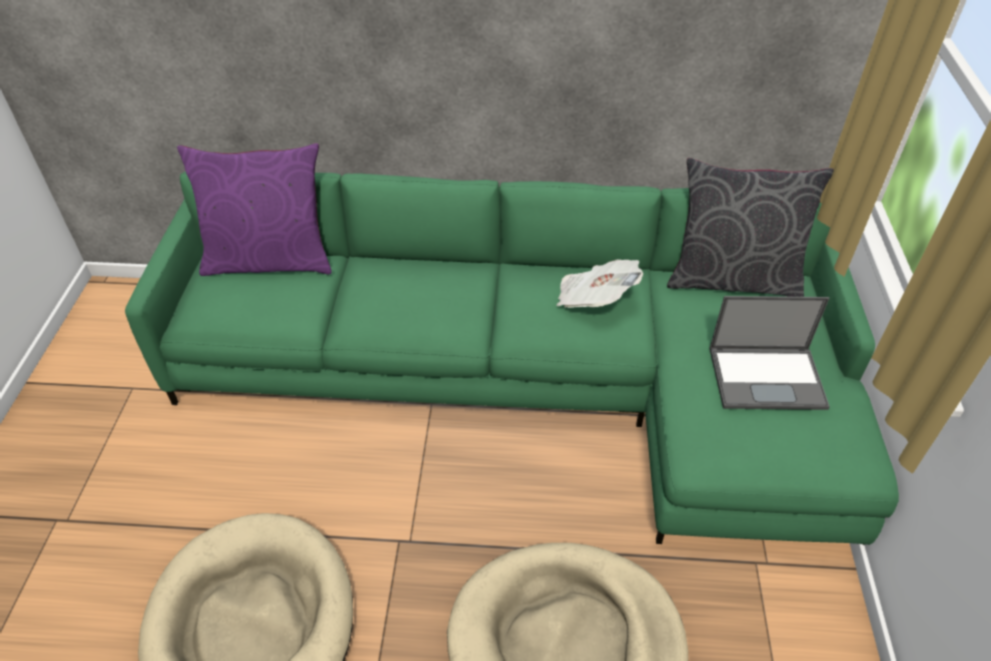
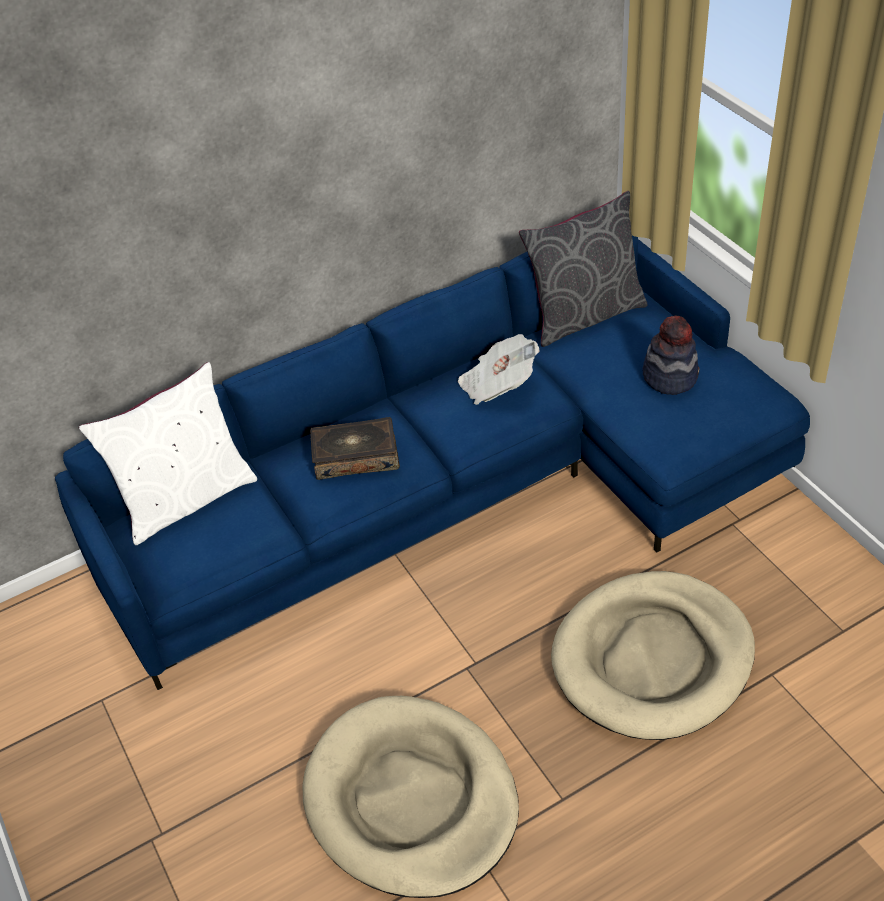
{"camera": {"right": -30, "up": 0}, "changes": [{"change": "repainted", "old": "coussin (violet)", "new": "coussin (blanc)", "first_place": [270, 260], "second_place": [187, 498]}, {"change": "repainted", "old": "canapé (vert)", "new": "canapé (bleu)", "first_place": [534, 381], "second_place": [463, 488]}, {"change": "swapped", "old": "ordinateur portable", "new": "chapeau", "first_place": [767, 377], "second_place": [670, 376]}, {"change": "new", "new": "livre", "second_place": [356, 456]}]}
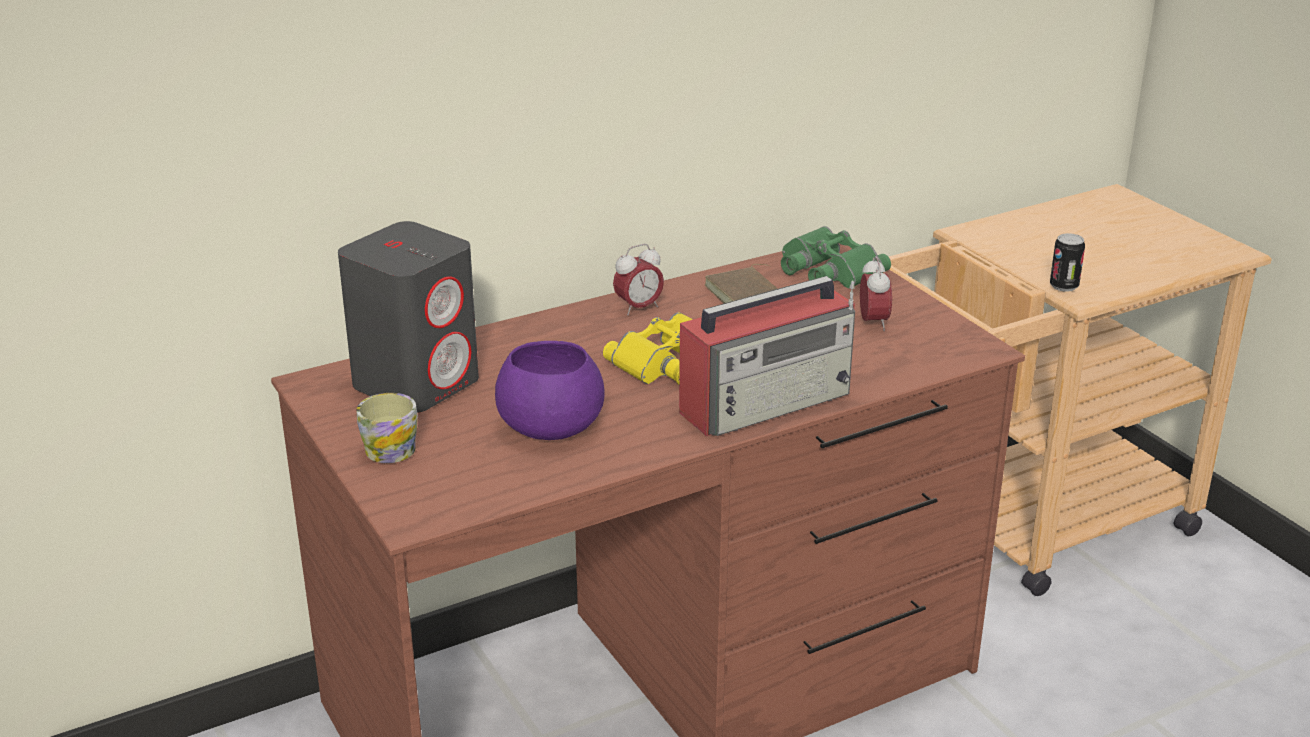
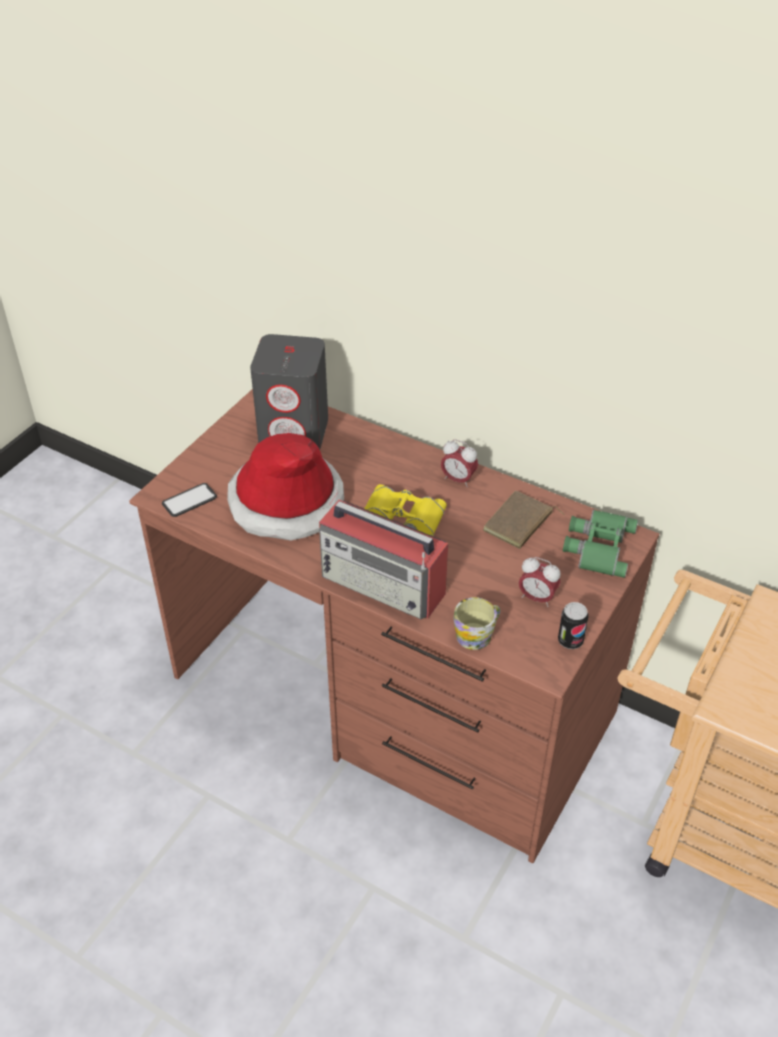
{"camera": {"right": 60, "up": 15}, "changes": [{"change": "shifted", "old": "boîte métallique", "first_place": [1064, 286], "second_place": [570, 641]}, {"change": "rotated", "old": "réveil", "first_place": [873, 323], "second_place": [537, 598], "degrees": 60}, {"change": "swapped", "old": "bol (violet)", "new": "chapeau", "first_place": [548, 425], "second_place": [286, 503]}, {"change": "shifted", "old": "mug", "first_place": [391, 447], "second_place": [478, 634]}, {"change": "new", "new": "téléphone", "second_place": [189, 500]}]}
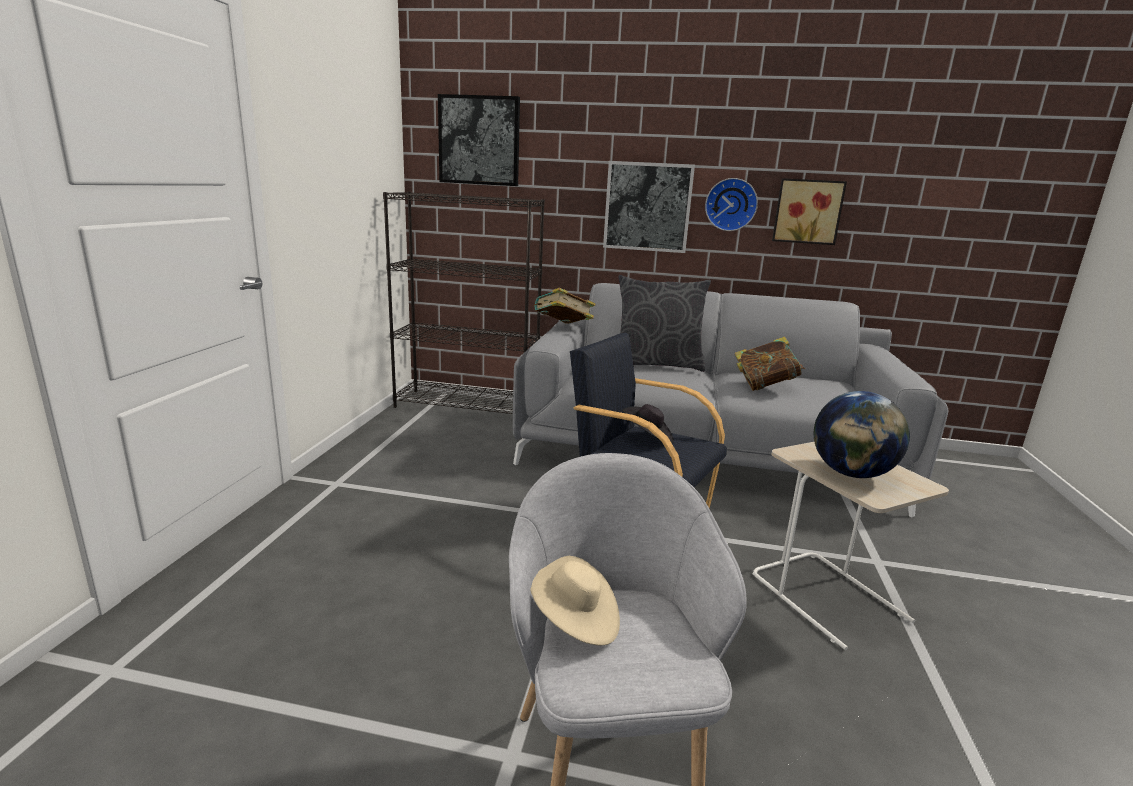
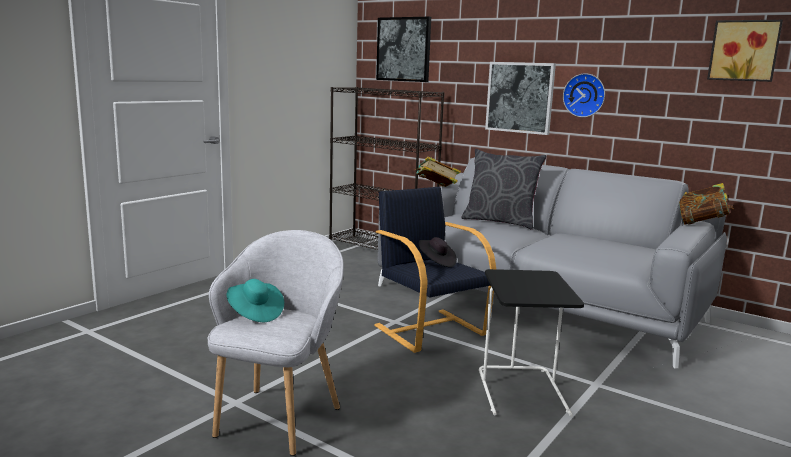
{"camera": {"right": 25, "up": -5}, "changes": [{"change": "shifted", "old": "tableau", "first_place": [807, 211], "second_place": [744, 50]}, {"change": "shifted", "old": "livre", "first_place": [765, 386], "second_place": [701, 223]}, {"change": "gone", "old": "globe", "first_place": [851, 473]}, {"change": "repainted", "old": "table d'appoint (beige)", "new": "table d'appoint (noir)", "first_place": [829, 597], "second_place": [523, 392]}, {"change": "repainted", "old": "chapeau (beige)", "new": "chapeau (turquoise)", "first_place": [573, 619], "second_place": [255, 313]}]}
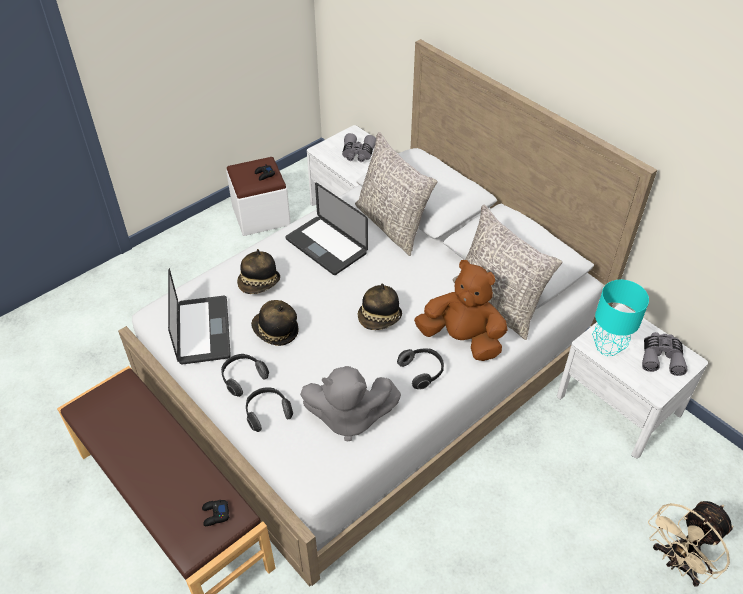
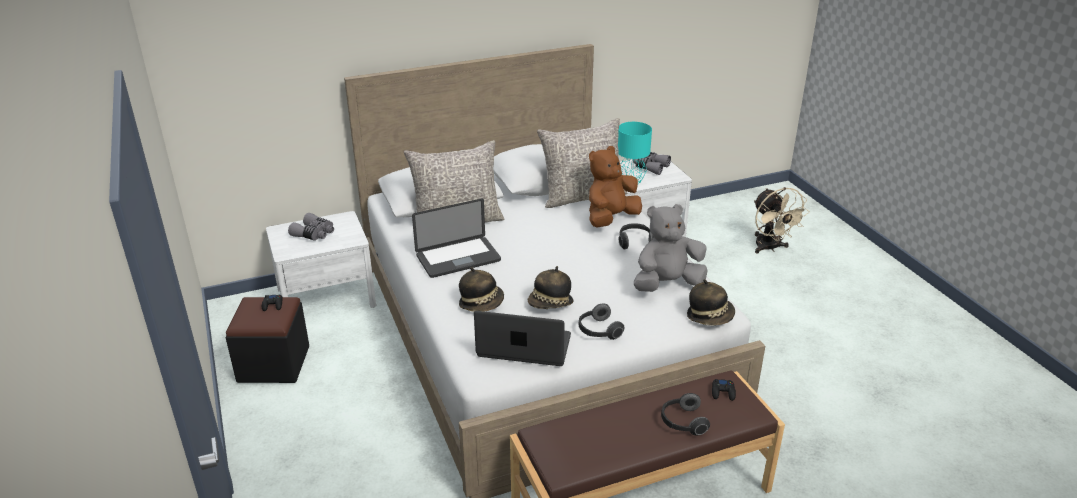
{"camera": {"right": -70, "up": -15}, "changes": [{"change": "repainted", "old": "pouf (blanc)", "new": "pouf (noir)", "first_place": [261, 215], "second_place": [274, 364]}, {"change": "shifted", "old": "chapeau", "first_place": [380, 318], "second_place": [710, 316]}, {"change": "rotated", "old": "peluche (gris)", "first_place": [348, 417], "second_place": [667, 284], "degrees": -135}, {"change": "shifted", "old": "casque audio", "first_place": [267, 413], "second_place": [682, 422]}]}
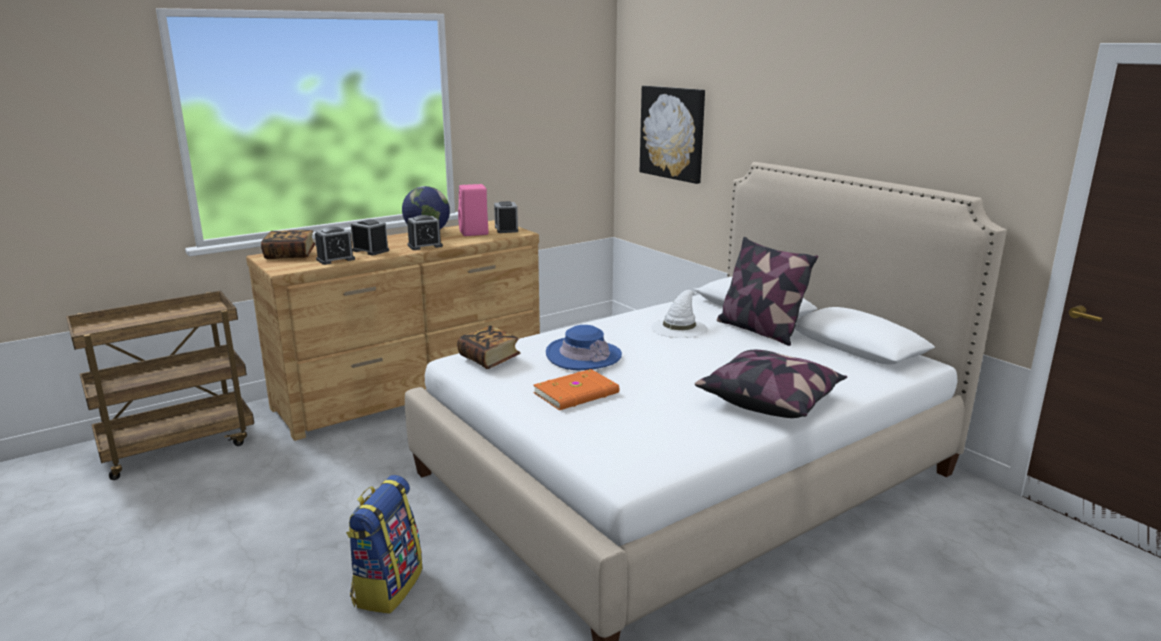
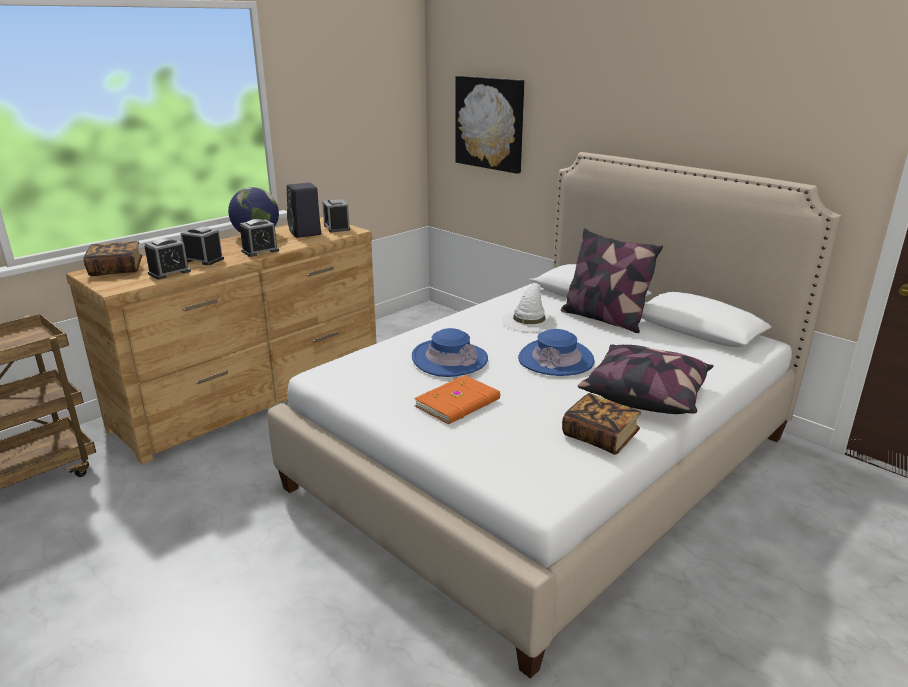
{"camera": {"right": -10, "up": 5}, "changes": [{"change": "repainted", "old": "enceinte (rose)", "new": "enceinte (noir)", "first_place": [474, 233], "second_place": [306, 233]}, {"change": "shifted", "old": "livre", "first_place": [489, 359], "second_place": [600, 437]}, {"change": "gone", "old": "sac à dos", "first_place": [387, 586]}, {"change": "new", "new": "chapeau (bleu)", "second_place": [556, 359]}]}
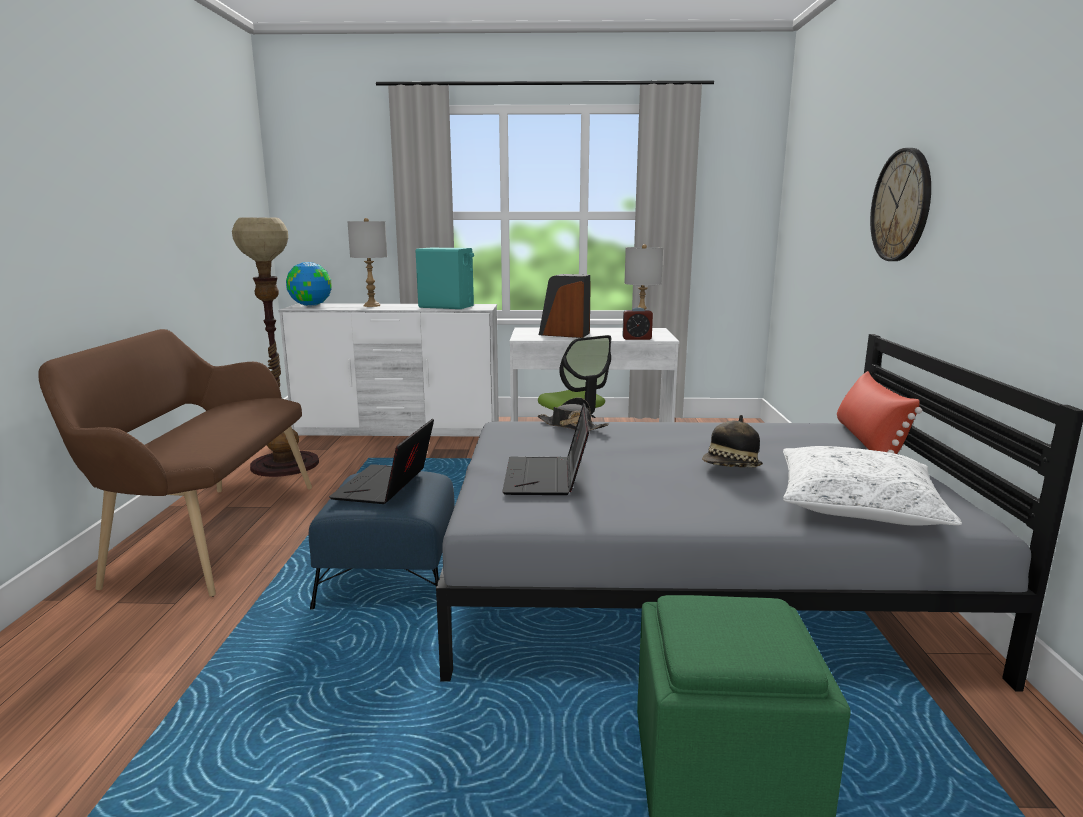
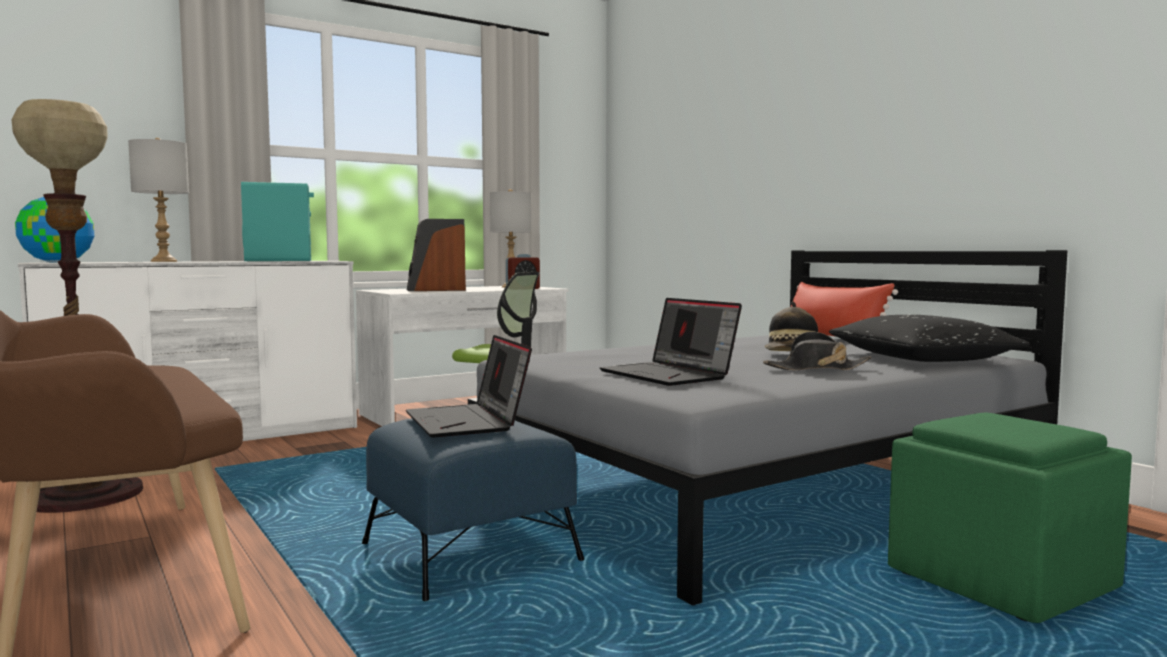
{"camera": {"right": -35, "up": -10}, "changes": [{"change": "gone", "old": "horloge murale", "first_place": [901, 205]}, {"change": "shifted", "old": "chapeau (noir)", "first_place": [571, 426], "second_place": [816, 368]}, {"change": "repainted", "old": "coussin (blanc)", "new": "coussin (noir)", "first_place": [857, 504], "second_place": [922, 358]}]}
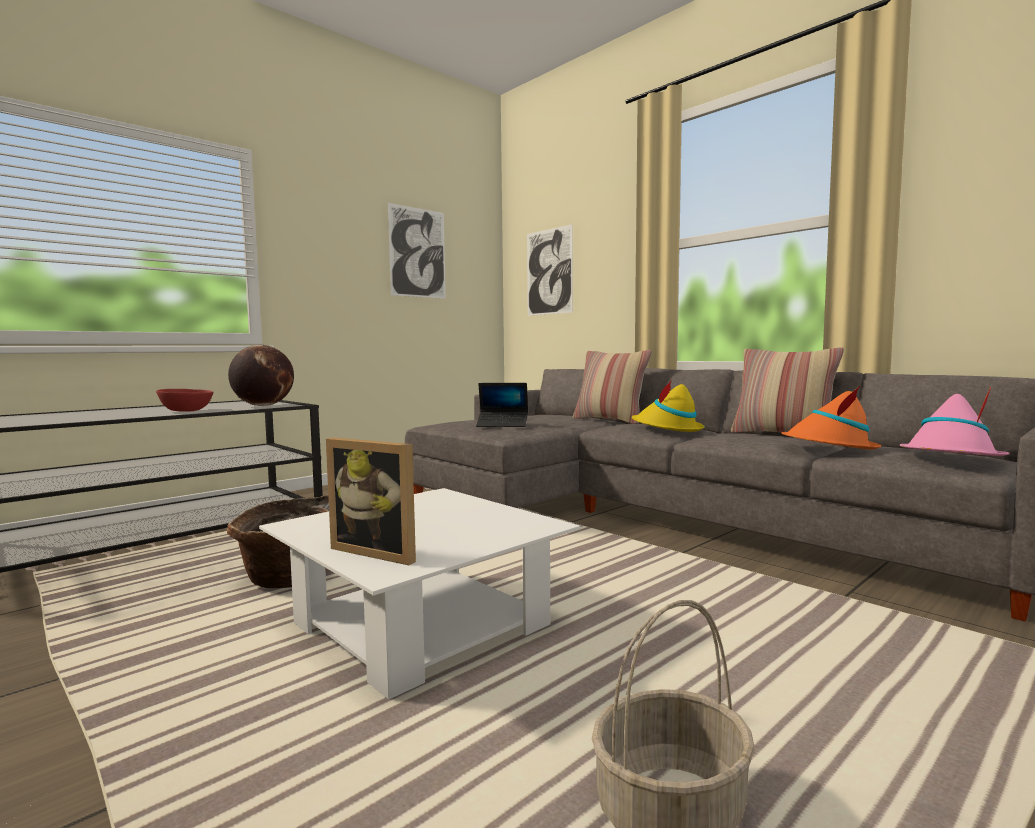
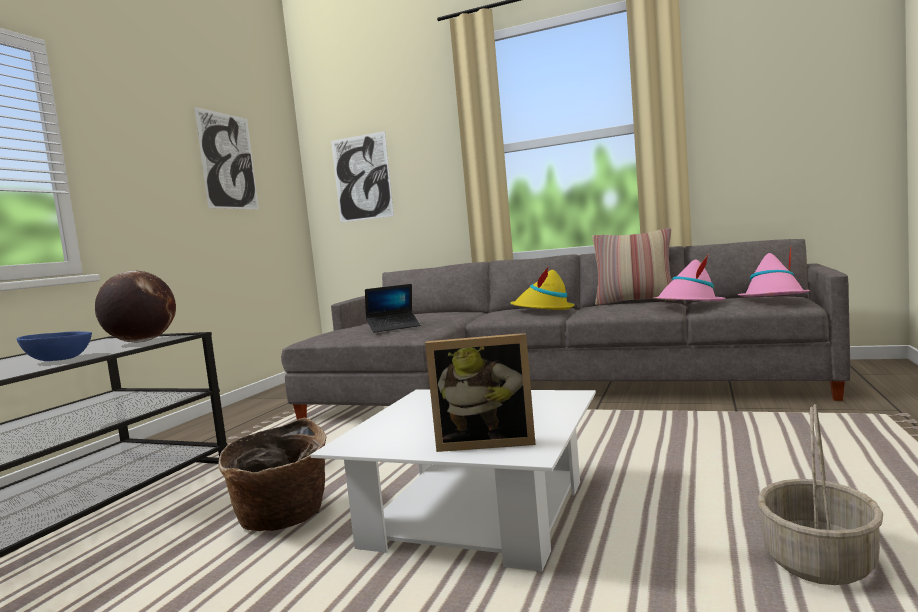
{"camera": {"right": -25, "up": 0}, "changes": [{"change": "gone", "old": "coussin", "first_place": [610, 420]}, {"change": "repainted", "old": "chapeau (orange)", "new": "chapeau (rose)", "first_place": [829, 447], "second_place": [688, 304]}, {"change": "repainted", "old": "bol (rouge)", "new": "bol (bleu)", "first_place": [185, 411], "second_place": [58, 359]}]}
